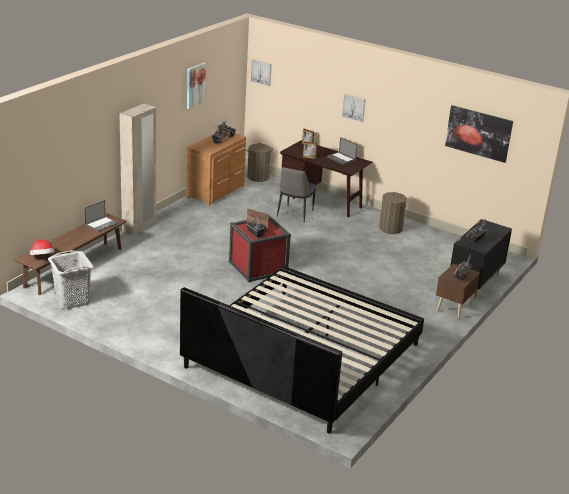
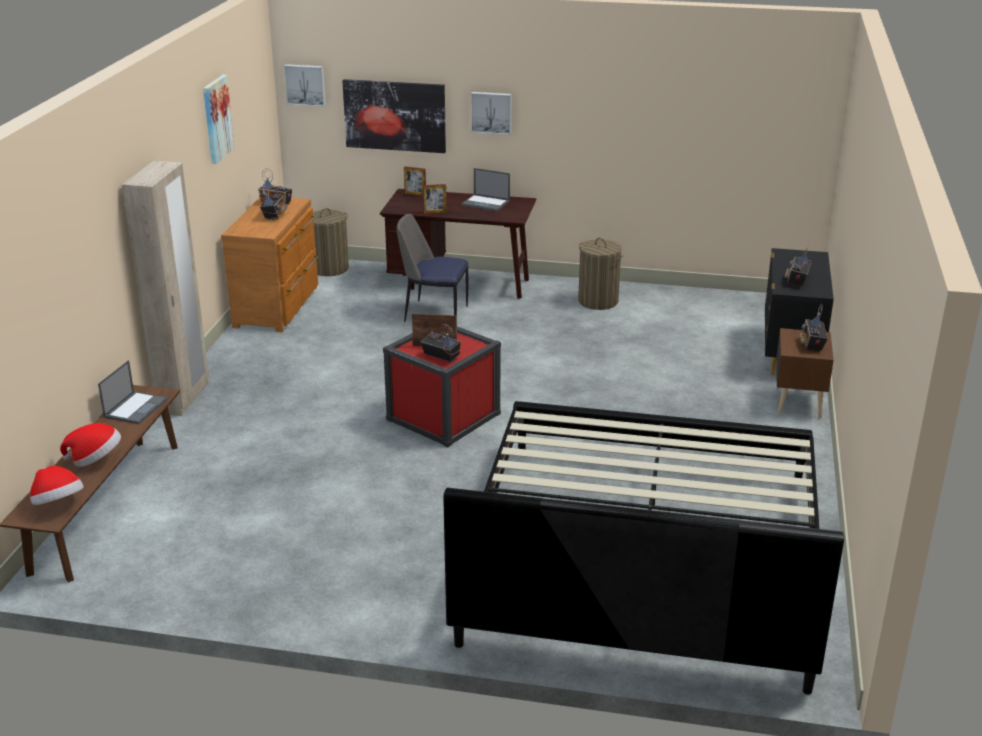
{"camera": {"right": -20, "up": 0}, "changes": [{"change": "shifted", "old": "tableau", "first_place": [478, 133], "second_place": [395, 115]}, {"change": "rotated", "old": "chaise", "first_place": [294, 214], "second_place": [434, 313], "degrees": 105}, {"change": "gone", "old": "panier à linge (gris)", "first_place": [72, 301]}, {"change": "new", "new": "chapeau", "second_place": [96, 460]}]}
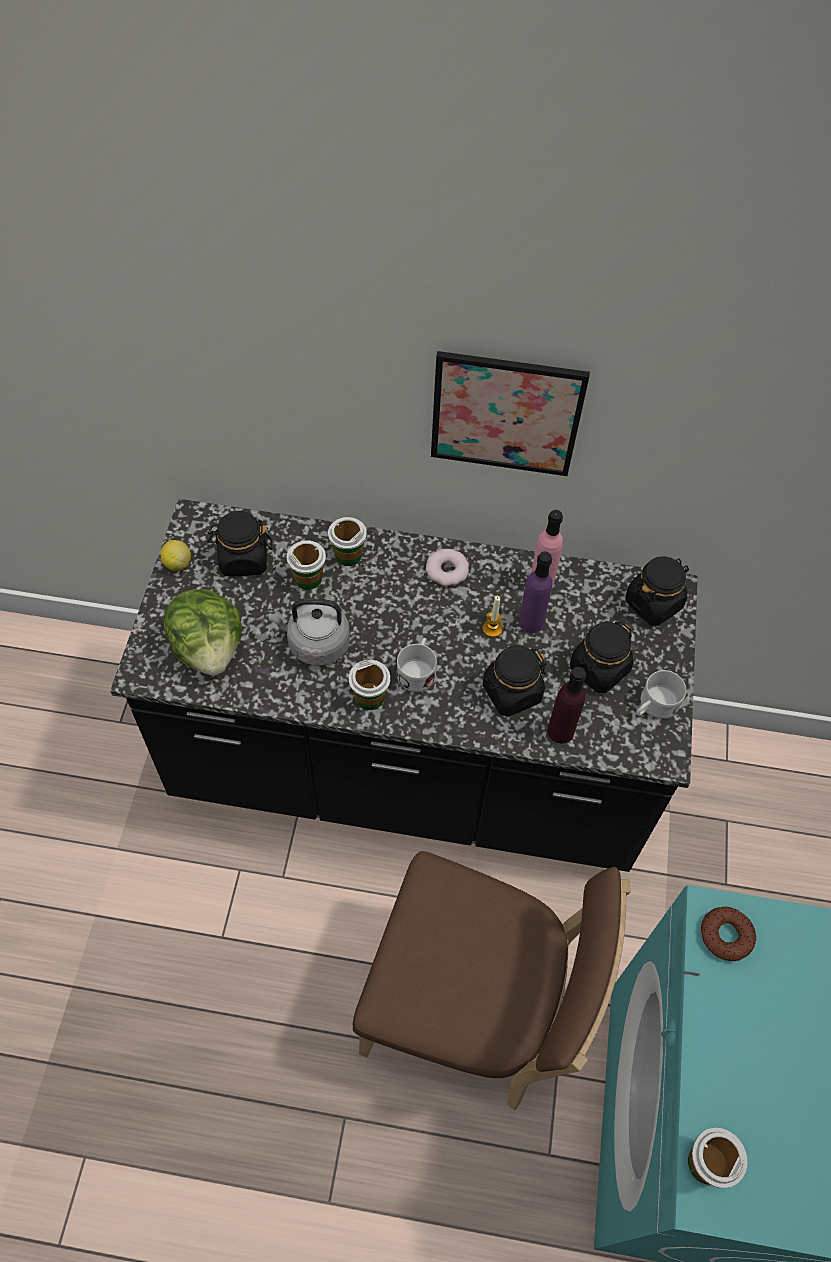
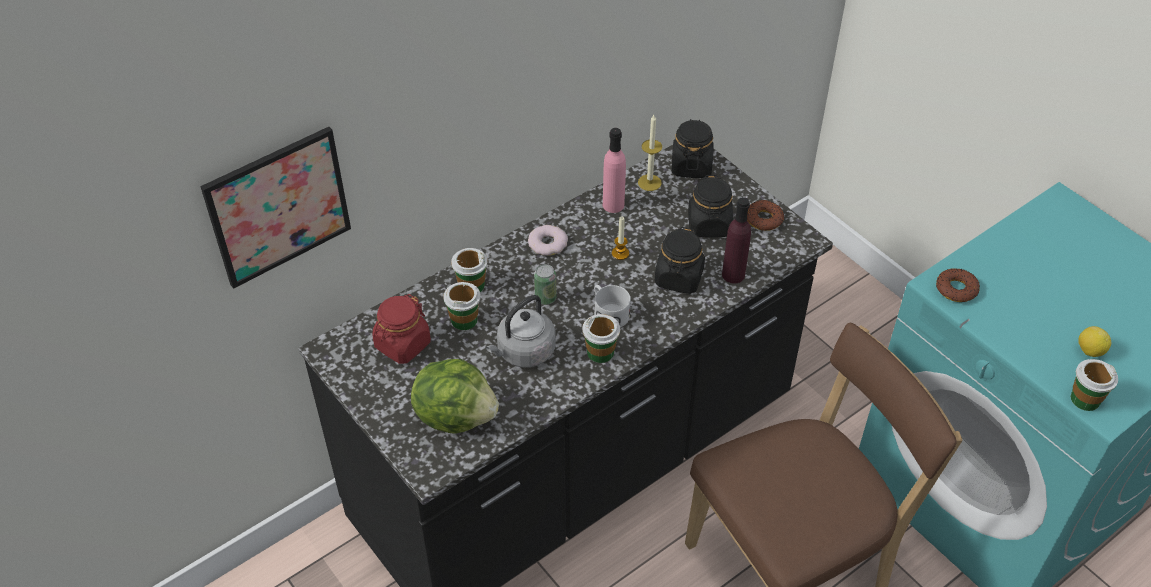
{"camera": {"right": -45, "up": -10}, "changes": [{"change": "shifted", "old": "tableau", "first_place": [506, 414], "second_place": [278, 207]}, {"change": "repainted", "old": "bocal (noir)", "new": "bocal (rouge)", "first_place": [243, 559], "second_place": [402, 345]}, {"change": "shifted", "old": "citron", "first_place": [177, 563], "second_place": [1089, 351]}, {"change": "gone", "old": "bouteille (violet)", "first_place": [530, 622]}, {"change": "swapped", "old": "mug (blanc)", "new": "beignet", "first_place": [653, 706], "second_place": [763, 219]}, {"change": "new", "new": "bougie", "second_place": [649, 182]}, {"change": "new", "new": "boîte métallique", "second_place": [545, 298]}]}
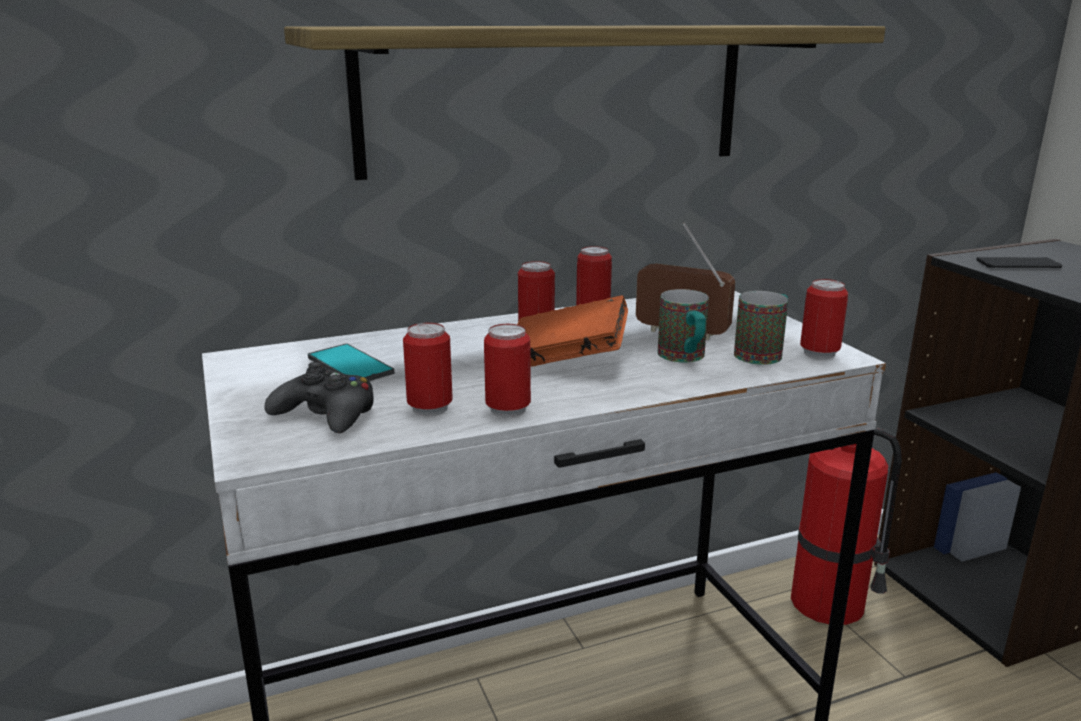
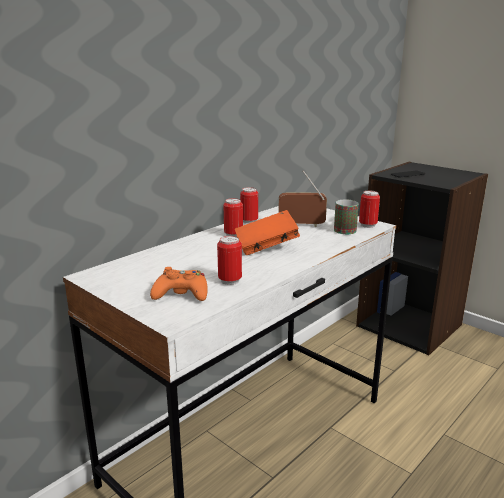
{"camera": {"right": -25, "up": 0}, "changes": [{"change": "gone", "old": "étagère", "first_place": [556, 98]}, {"change": "gone", "old": "mug", "first_place": [684, 358]}, {"change": "gone", "old": "boîte métallique", "first_place": [508, 410]}, {"change": "gone", "old": "téléphone", "first_place": [350, 366]}, {"change": "repainted", "old": "manette (noir)", "new": "manette (orange)", "first_place": [326, 414], "second_place": [181, 294]}, {"change": "gone", "old": "extincteur", "first_place": [831, 603]}]}
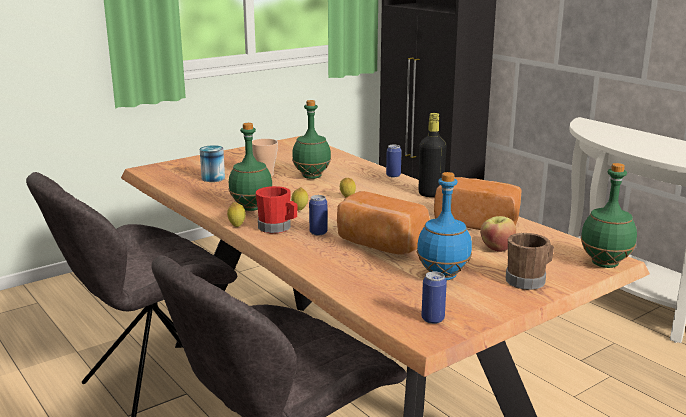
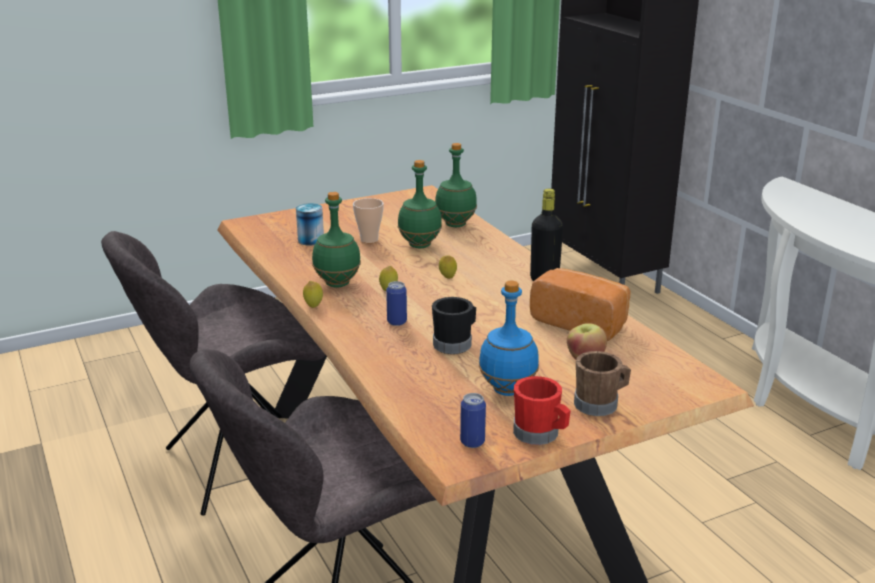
{"camera": {"right": 10, "up": 5}, "changes": [{"change": "gone", "old": "boîte métallique", "first_place": [393, 175]}, {"change": "shifted", "old": "bouteille (vert)", "first_place": [605, 264], "second_place": [456, 225]}, {"change": "shifted", "old": "mug (rouge)", "first_place": [278, 228], "second_place": [540, 435]}, {"change": "swapped", "old": "pain", "new": "mug (noir)", "first_place": [378, 245], "second_place": [455, 343]}]}
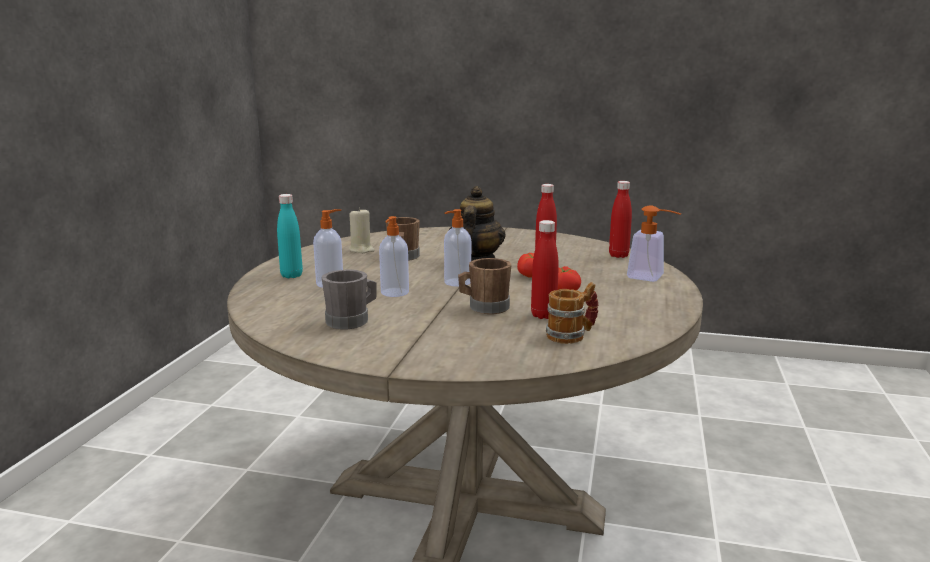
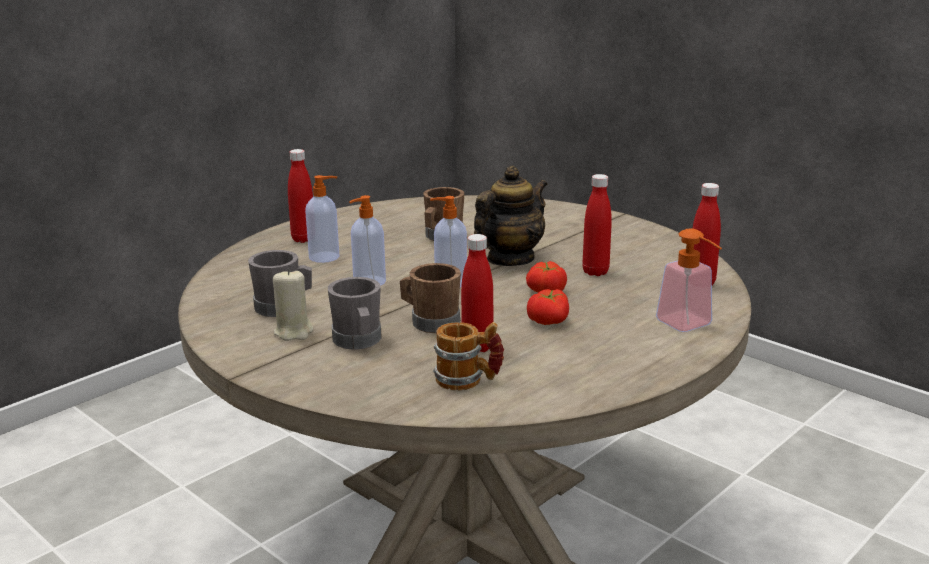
{"camera": {"right": 30, "up": 5}, "changes": [{"change": "repainted", "old": "bouteille (turquoise)", "new": "bouteille (rouge)", "first_place": [291, 275], "second_place": [303, 239]}, {"change": "shifted", "old": "bougie (beige)", "first_place": [361, 250], "second_place": [294, 332]}, {"change": "new", "new": "mug (gris)", "second_place": [358, 341]}]}
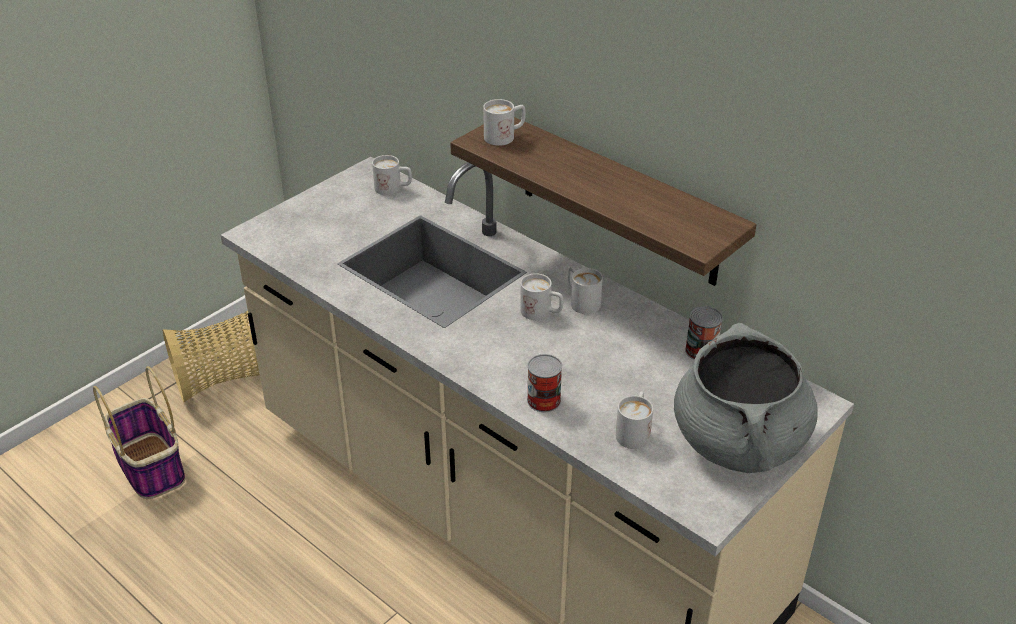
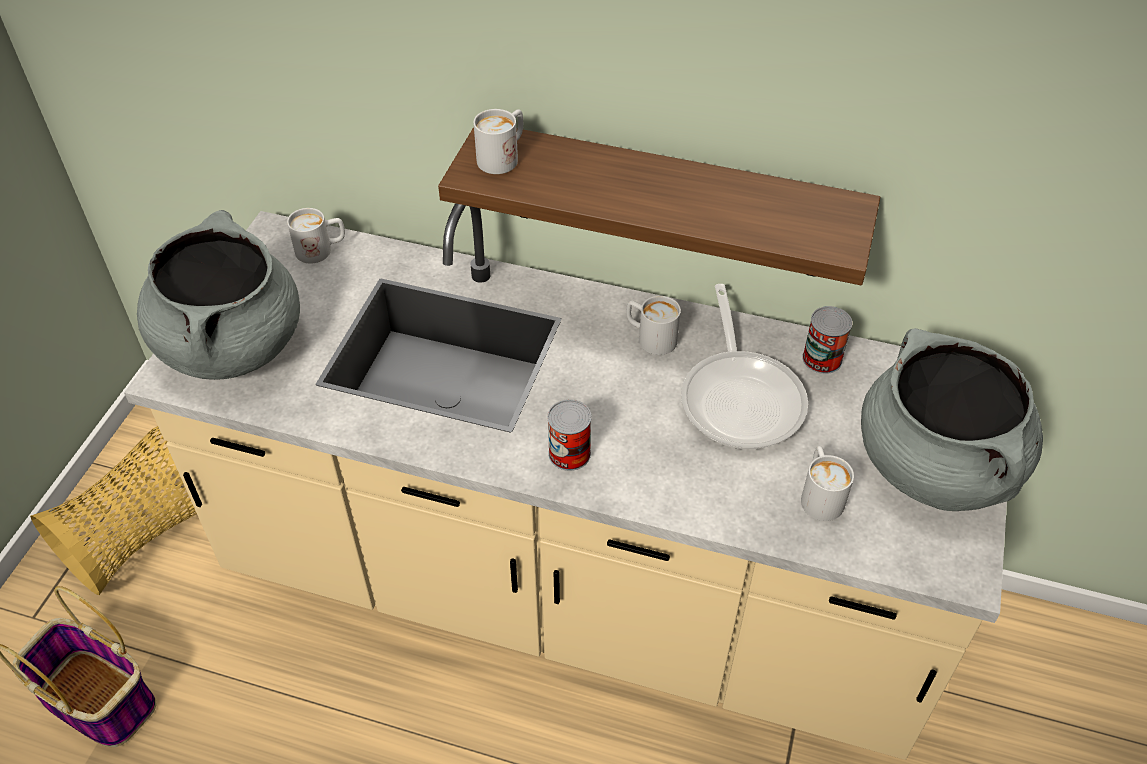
{"camera": {"right": -25, "up": 10}, "changes": [{"change": "gone", "old": "mug (blanc)", "first_place": [542, 313]}, {"change": "shifted", "old": "boîte métallique", "first_place": [543, 400], "second_place": [569, 453]}, {"change": "new", "new": "marmite (gris)", "second_place": [232, 344]}, {"change": "new", "new": "poêle", "second_place": [741, 397]}]}
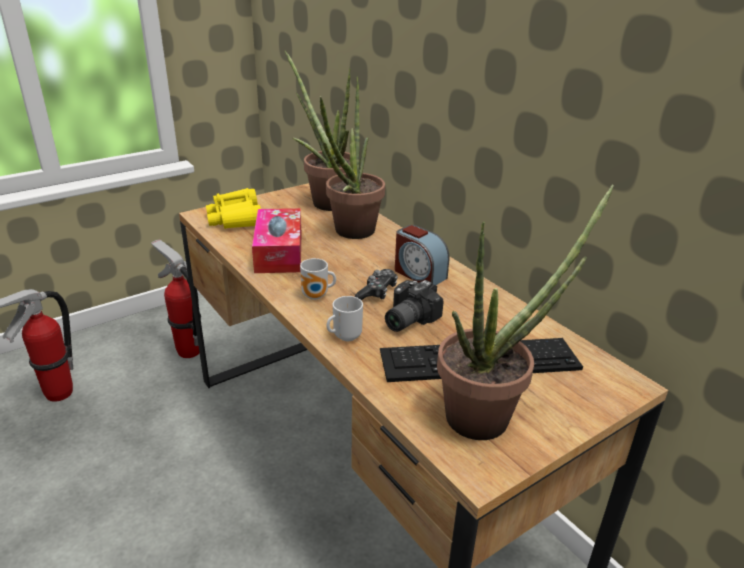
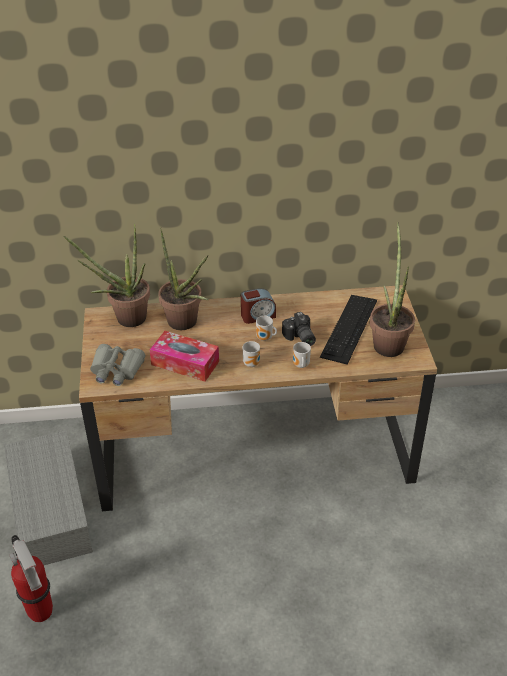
{"camera": {"right": -60, "up": 10}, "changes": [{"change": "repainted", "old": "jumelles (jaune)", "new": "jumelles (gris)", "first_place": [236, 218], "second_place": [116, 370]}, {"change": "swapped", "old": "extincteur", "new": "boîte de rangement (gris)", "first_place": [188, 351], "second_place": [52, 511]}, {"change": "swapped", "old": "manette", "new": "mug", "first_place": [377, 292], "second_place": [265, 338]}]}
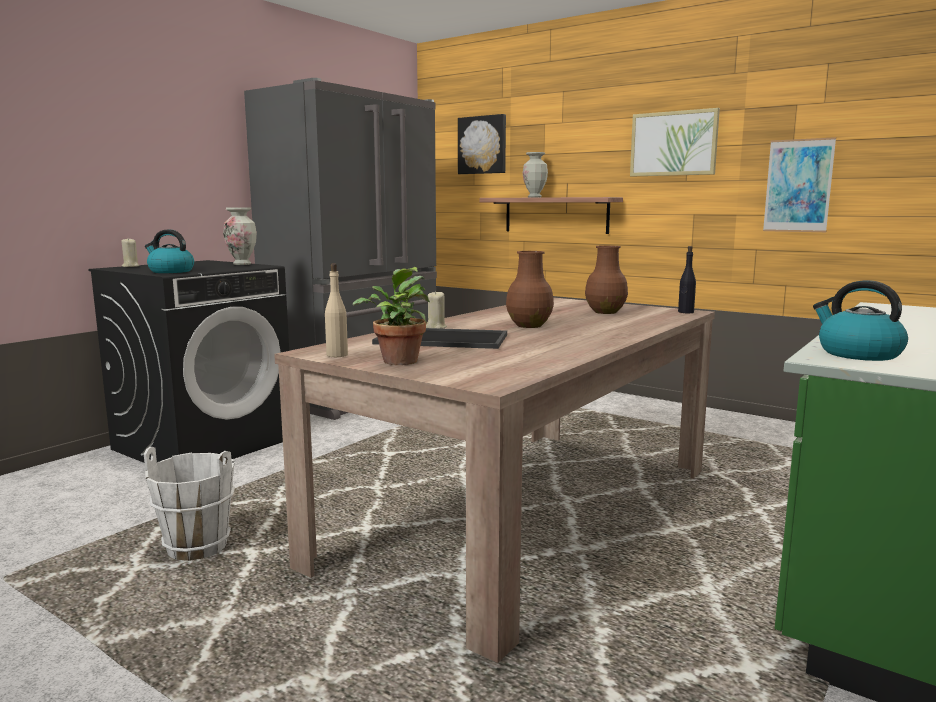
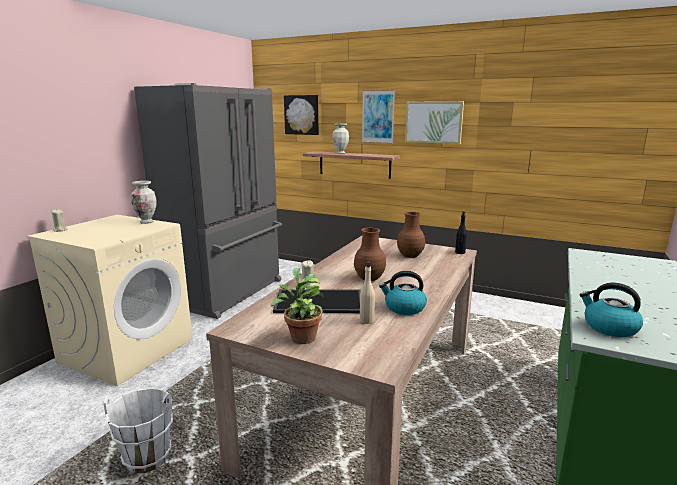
{"camera": {"right": -10, "up": 5}, "changes": [{"change": "shifted", "old": "tableau", "first_place": [798, 186], "second_place": [378, 117]}, {"change": "shifted", "old": "bouilloire", "first_place": [170, 271], "second_place": [404, 308]}, {"change": "repainted", "old": "lave-linge (noir)", "new": "lave-linge (beige)", "first_place": [205, 443], "second_place": [127, 350]}, {"change": "shifted", "old": "bouteille (beige)", "first_place": [337, 355], "second_place": [366, 320]}]}
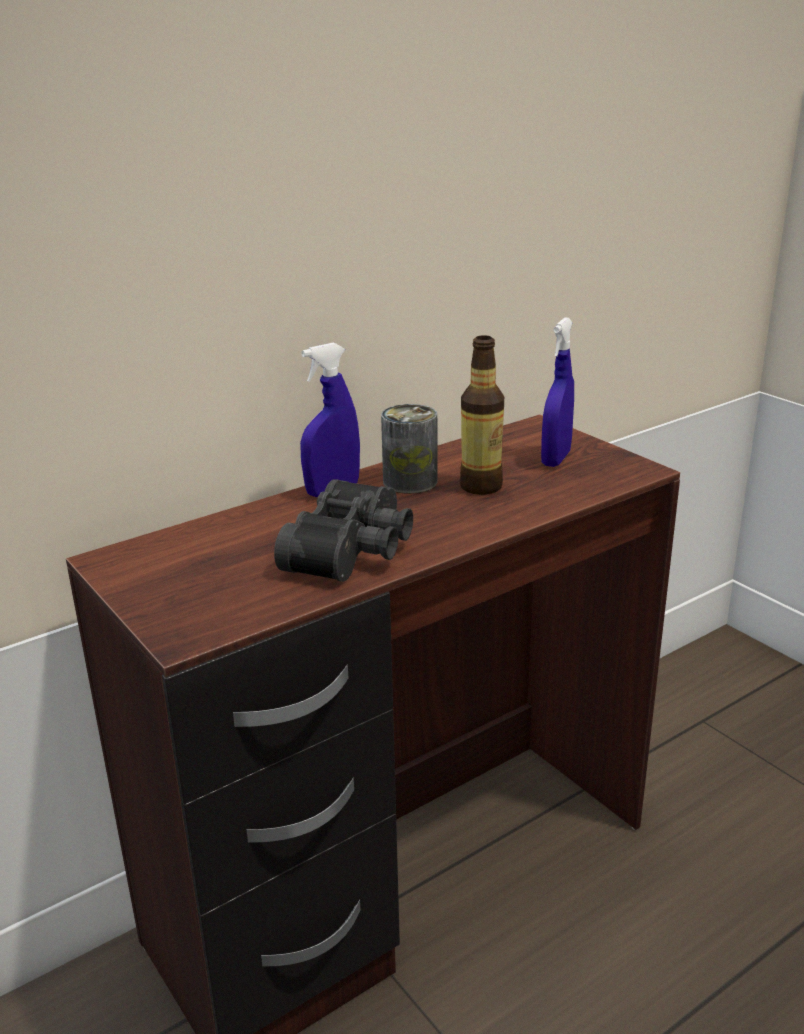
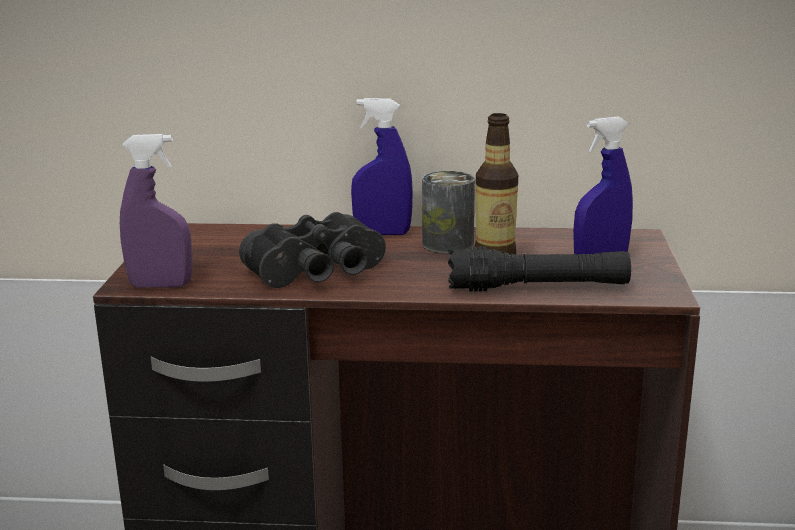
{"camera": {"right": 40, "up": -5}, "changes": [{"change": "new", "new": "vaporisateur (violet)", "second_place": [161, 285]}, {"change": "new", "new": "lampe de poche (noir)", "second_place": [538, 287]}]}
